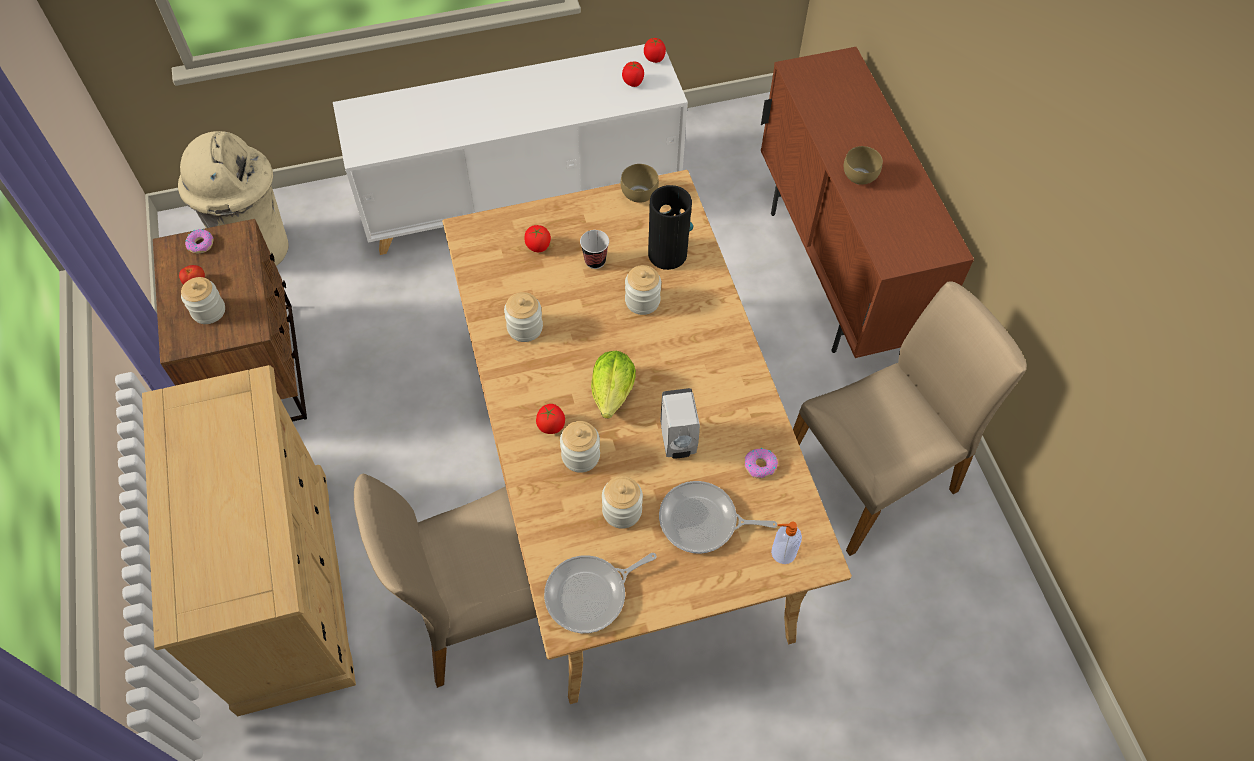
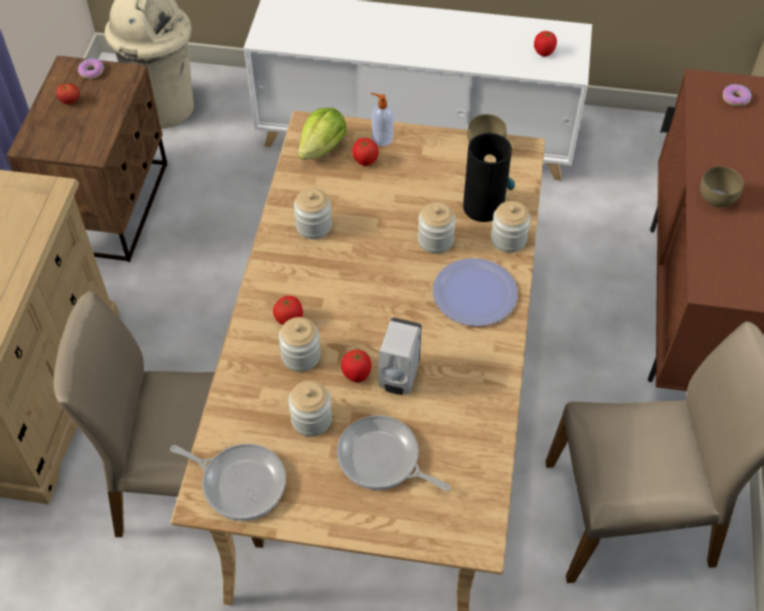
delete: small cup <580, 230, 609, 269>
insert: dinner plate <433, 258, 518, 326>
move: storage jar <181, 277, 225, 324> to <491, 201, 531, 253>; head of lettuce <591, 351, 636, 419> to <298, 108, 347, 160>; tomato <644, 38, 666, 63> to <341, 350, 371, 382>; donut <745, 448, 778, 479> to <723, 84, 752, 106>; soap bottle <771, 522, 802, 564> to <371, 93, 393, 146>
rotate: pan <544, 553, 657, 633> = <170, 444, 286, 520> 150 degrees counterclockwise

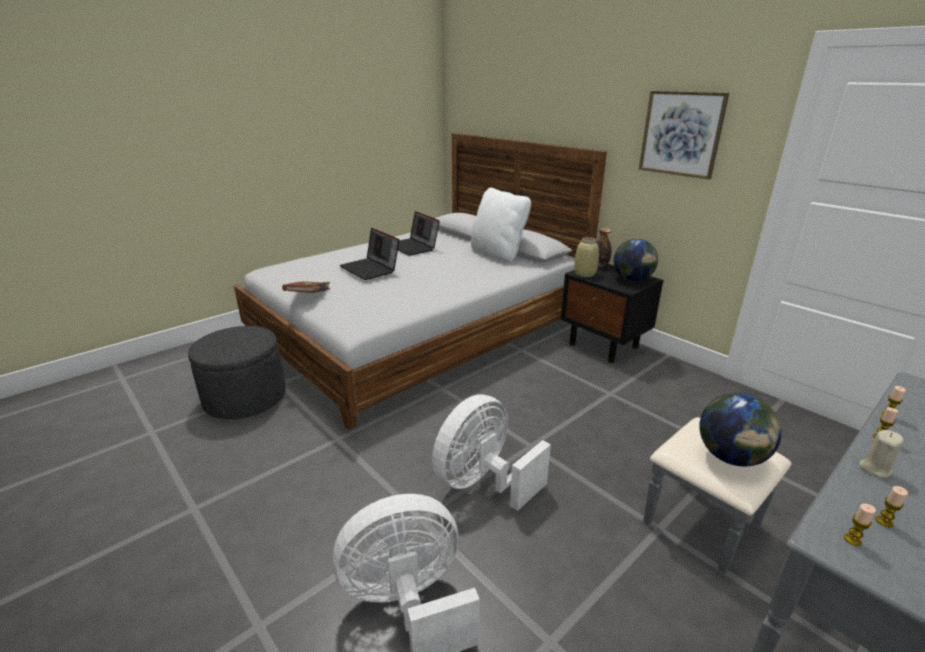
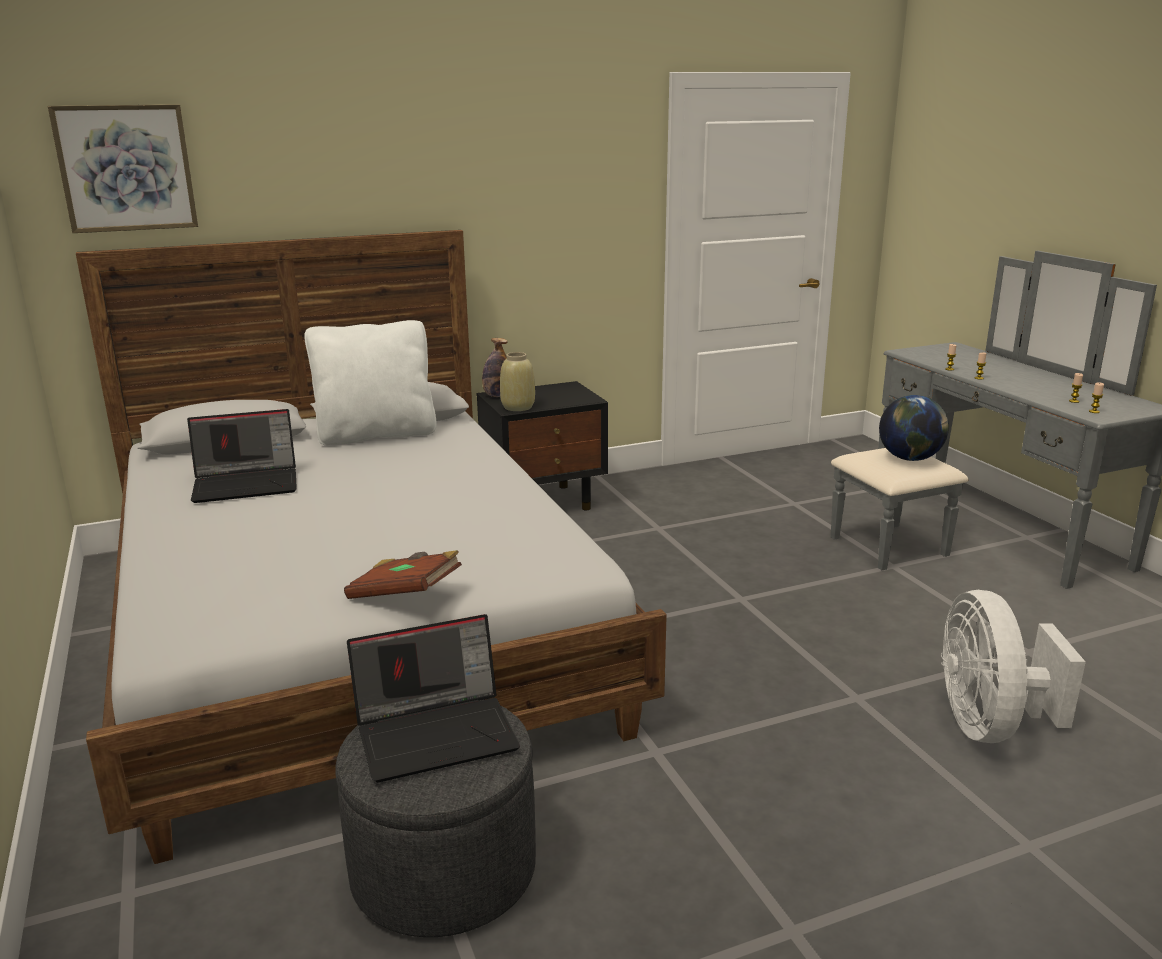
delete: fan in white <432, 394, 551, 511>; desk globe <613, 239, 658, 281>; wax light in beige-coloured <859, 430, 904, 478>
move: portable computer <339, 228, 399, 280> to <347, 614, 520, 783>; wall art <639, 91, 729, 179> to <48, 104, 198, 233>

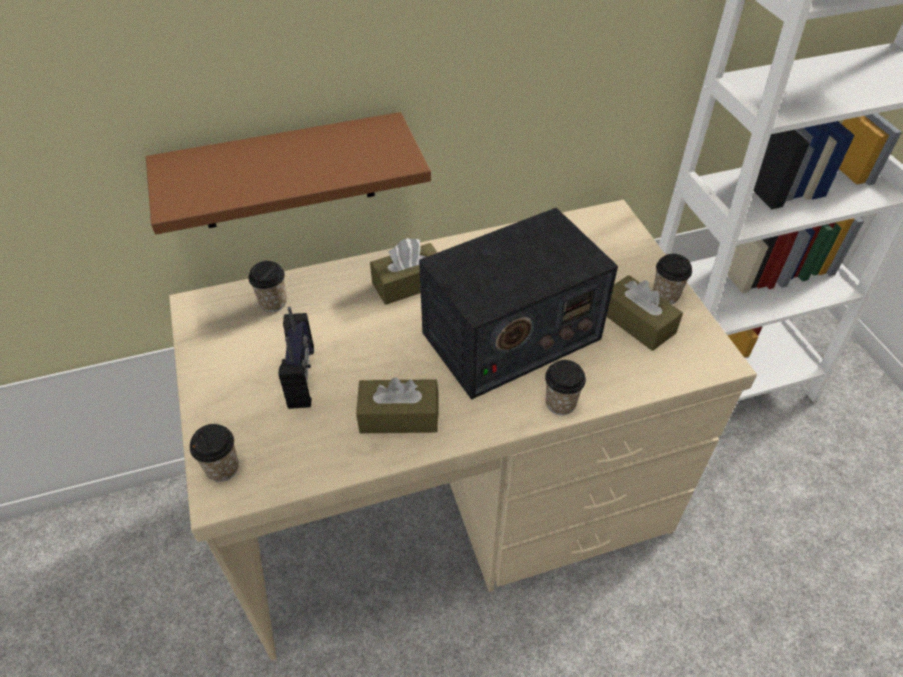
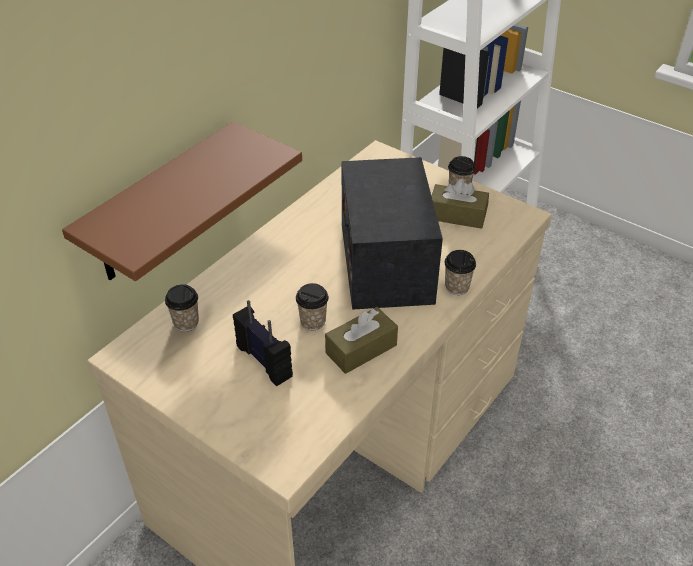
delete: tissue holder in brownish <370, 238, 438, 305>
move: small cup <190, 424, 239, 482> to <296, 283, 329, 330>
rotate: radio <419, 208, 618, 400> = <342, 157, 443, 310> 150 degrees clockwise

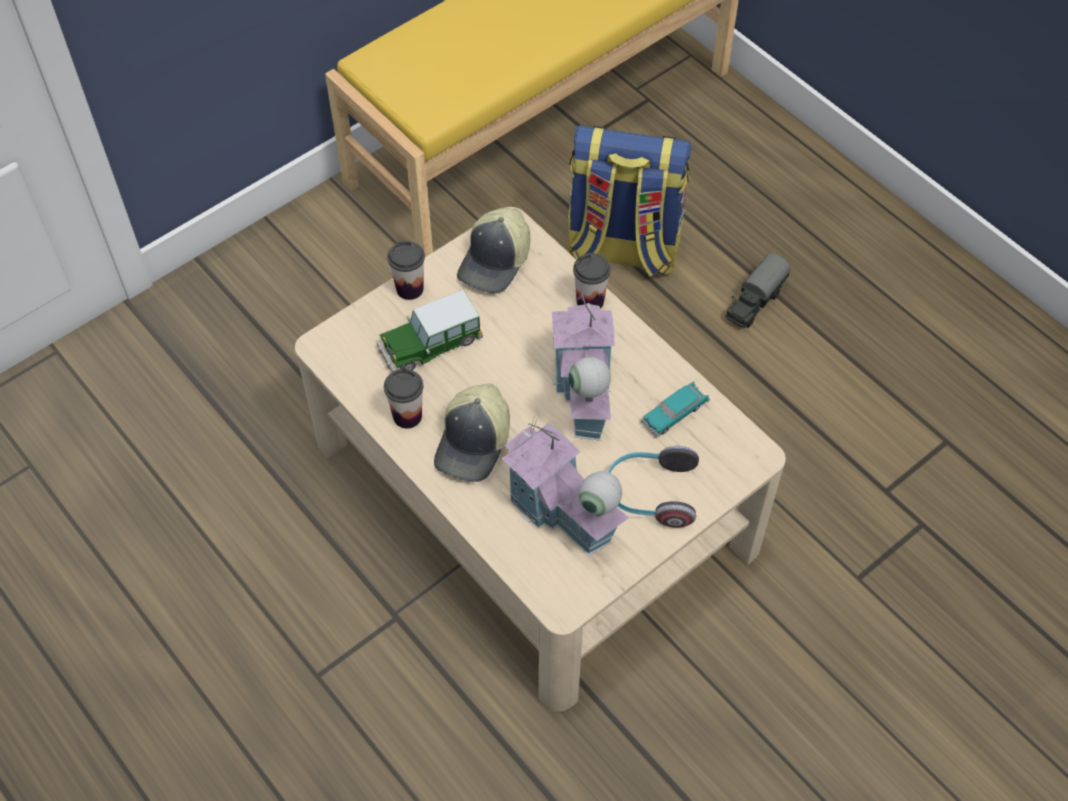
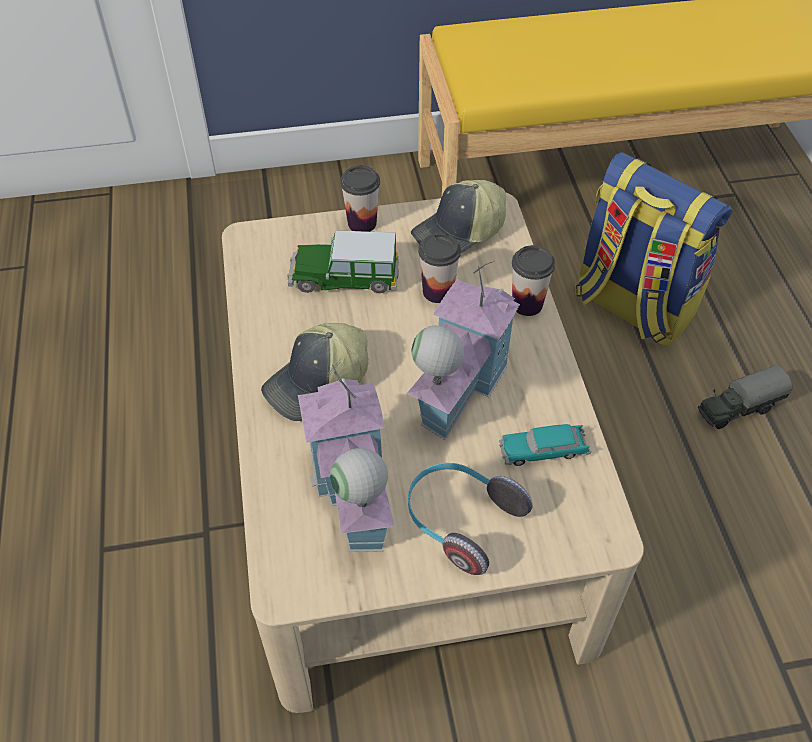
move: small cup <384, 369, 423, 429> to <418, 233, 461, 303>

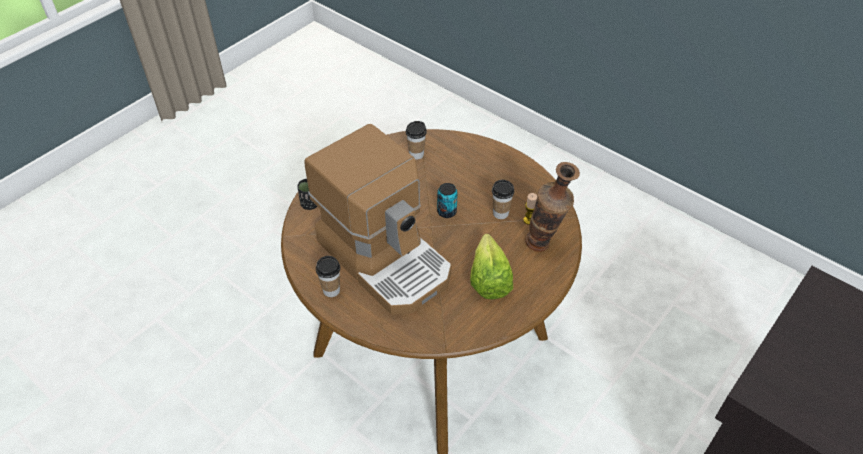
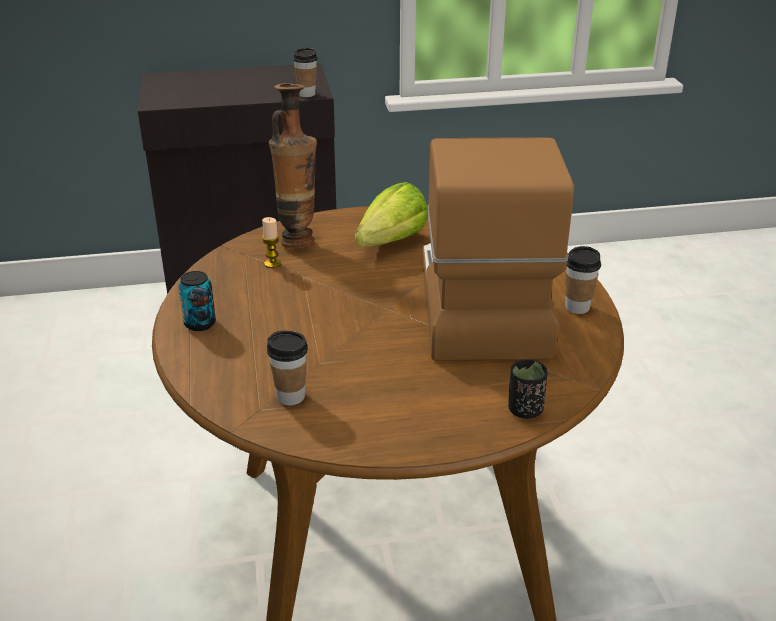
move: can <437, 183, 458, 218> to <178, 271, 216, 331>; small cup <492, 180, 514, 219> to <293, 48, 318, 97>

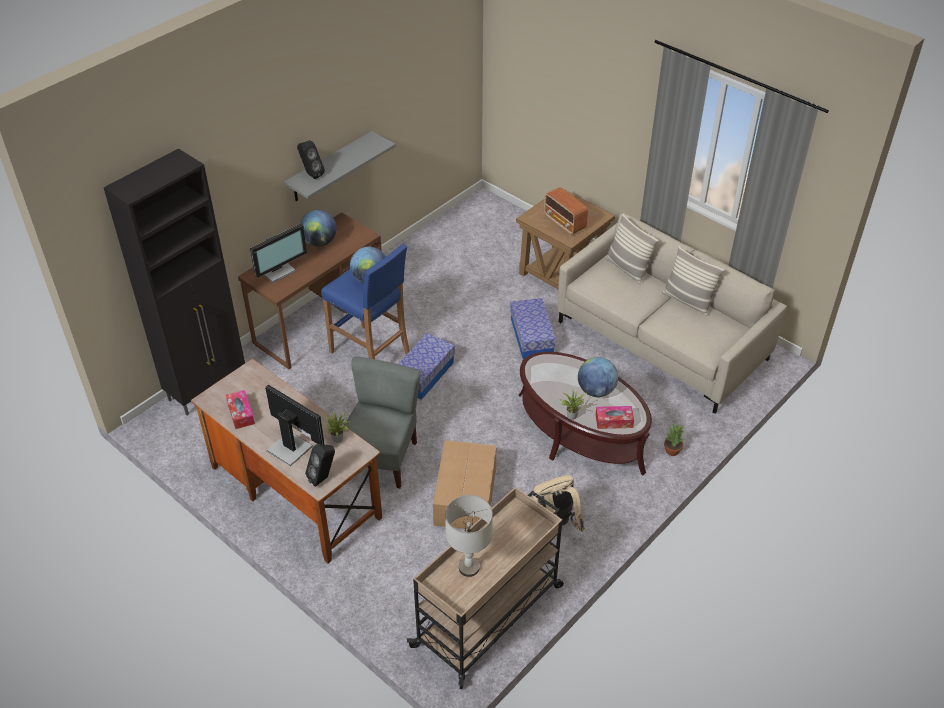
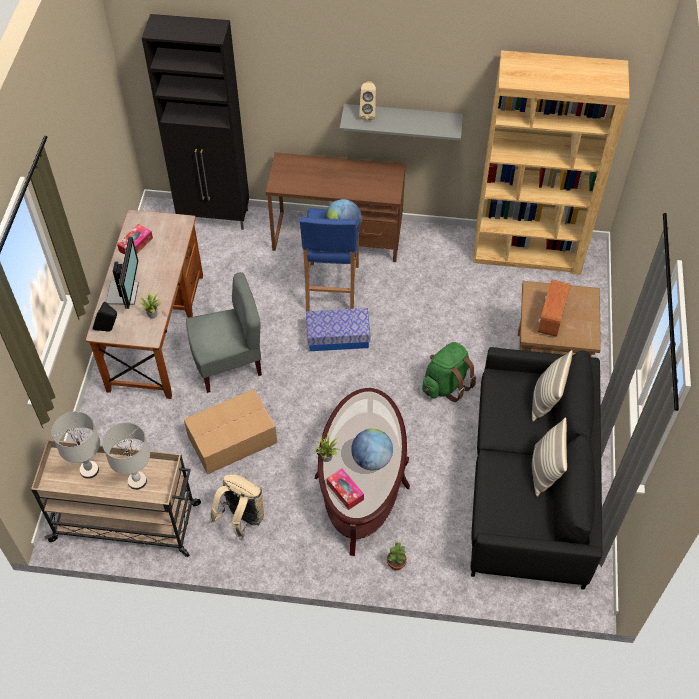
delete: monitor <250, 224, 307, 283>; desk globe <300, 210, 337, 247>
insert: lamp for a table in greyish <102, 422, 150, 490>; bookshelf in brownish <473, 50, 630, 275>
replace: storage container <510, 298, 556, 359> to backpack in green <422, 342, 476, 402>
recolor: audio speaker in blackish <297, 140, 325, 179> to audio speaker in beige-coloured <359, 81, 376, 120>; sofa in beige-coloured <557, 213, 787, 413> to sofa in blackish <470, 347, 603, 590>

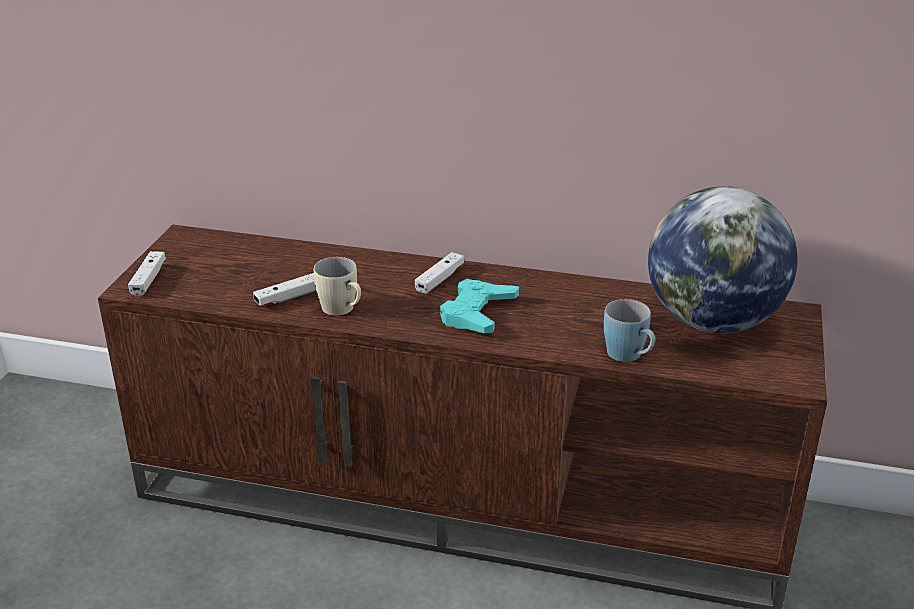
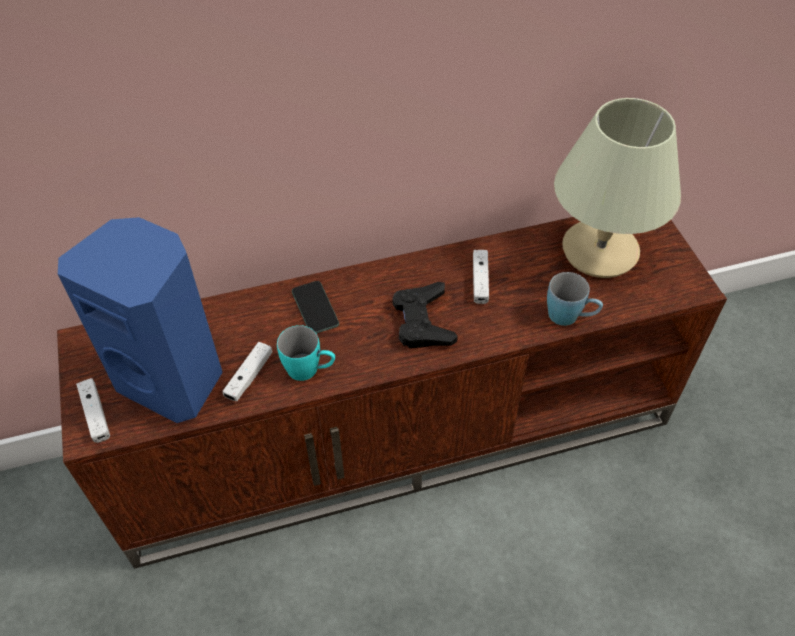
insert: audio speaker in blue <58, 217, 223, 423>; phone <292, 281, 339, 334>
move: gamepad in white <415, 252, 464, 294> to <473, 250, 489, 304>
replace: desk globe <648, 186, 798, 333> to lamp for a table in beige-coloured <554, 98, 681, 278>
recolor: tea mug in beige-coloured <314, 257, 361, 316> to tea mug in blue-green <277, 325, 335, 381>; gamepad in blue-green <440, 279, 519, 333> to gamepad in blackish <392, 282, 458, 349>

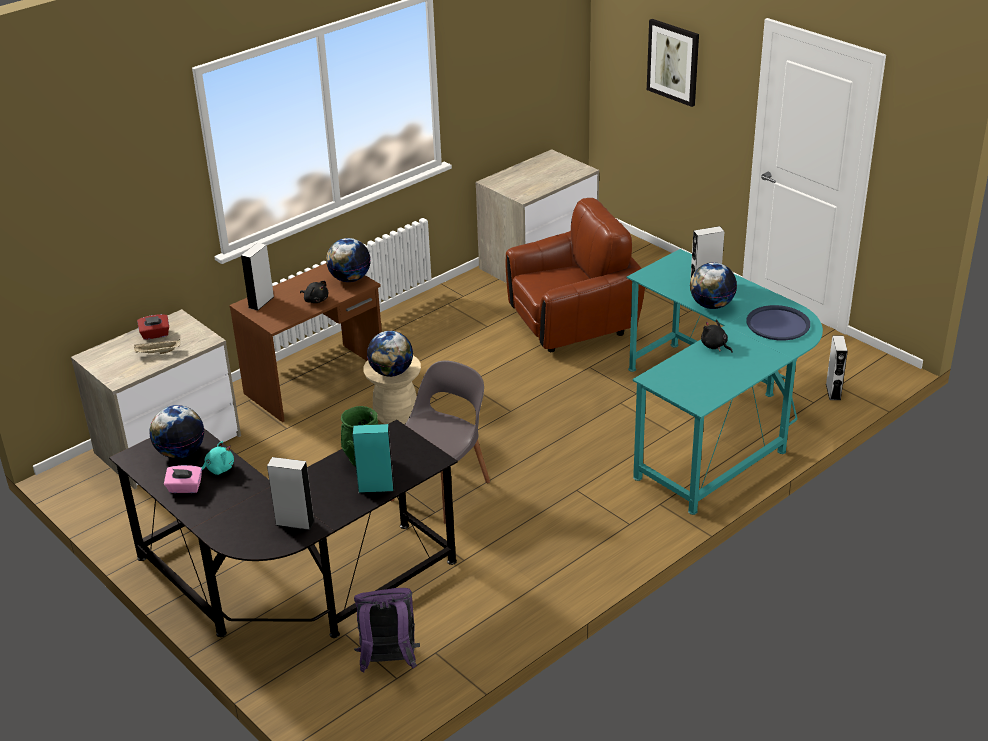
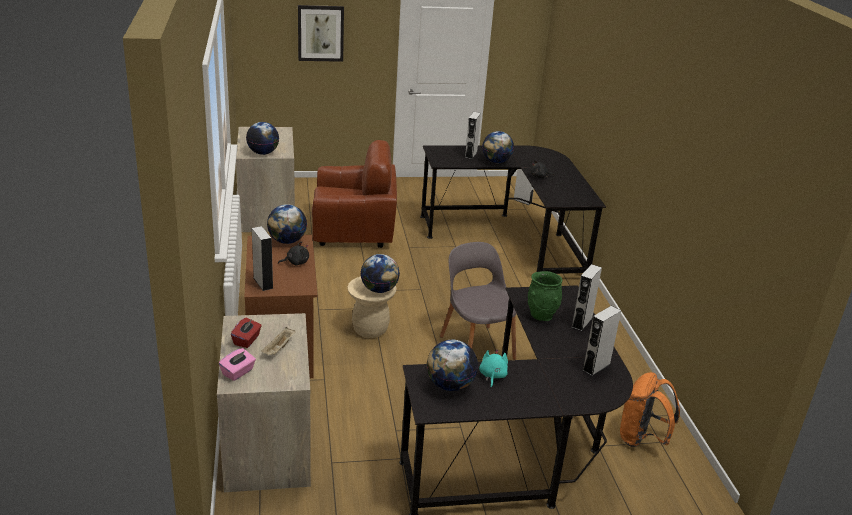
delete: serving tray in blue <746, 305, 810, 340>
insert: desk globe <246, 122, 279, 155>
move: tissue holder in pink <164, 465, 202, 493> to <219, 348, 256, 381>
recolor: audio speaker in blue-green <353, 424, 394, 493> to audio speaker in greyish <572, 264, 602, 331>; backpack in purple <354, 588, 420, 672> to backpack in orange-coloured <620, 372, 680, 447>; desk in blue-green <627, 249, 823, 515> to desk in blackish <420, 145, 606, 274>
rotate: lounge chair in brownish <505, 198, 645, 352> = <312, 140, 397, 248> 75 degrees clockwise

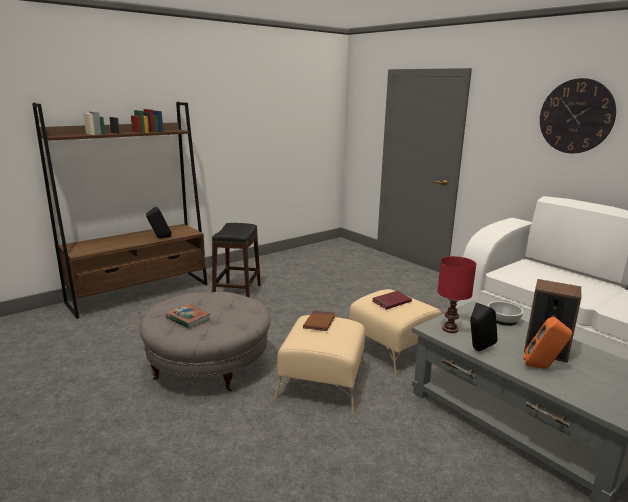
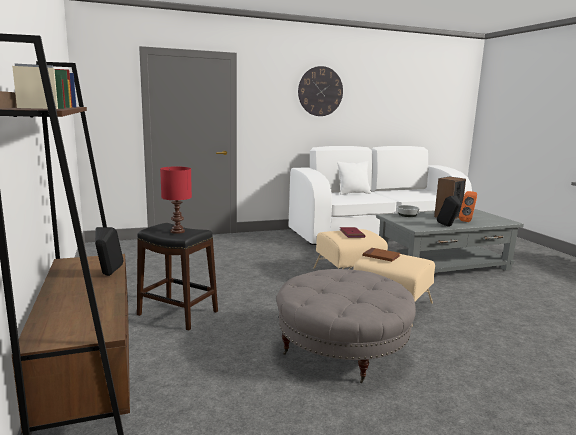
delete: bound book <165, 304, 210, 329>
insert: pillow in white <337, 161, 371, 195>
move: lamp for a table in red-coloured <437, 256, 476, 333> to <160, 166, 192, 234>

